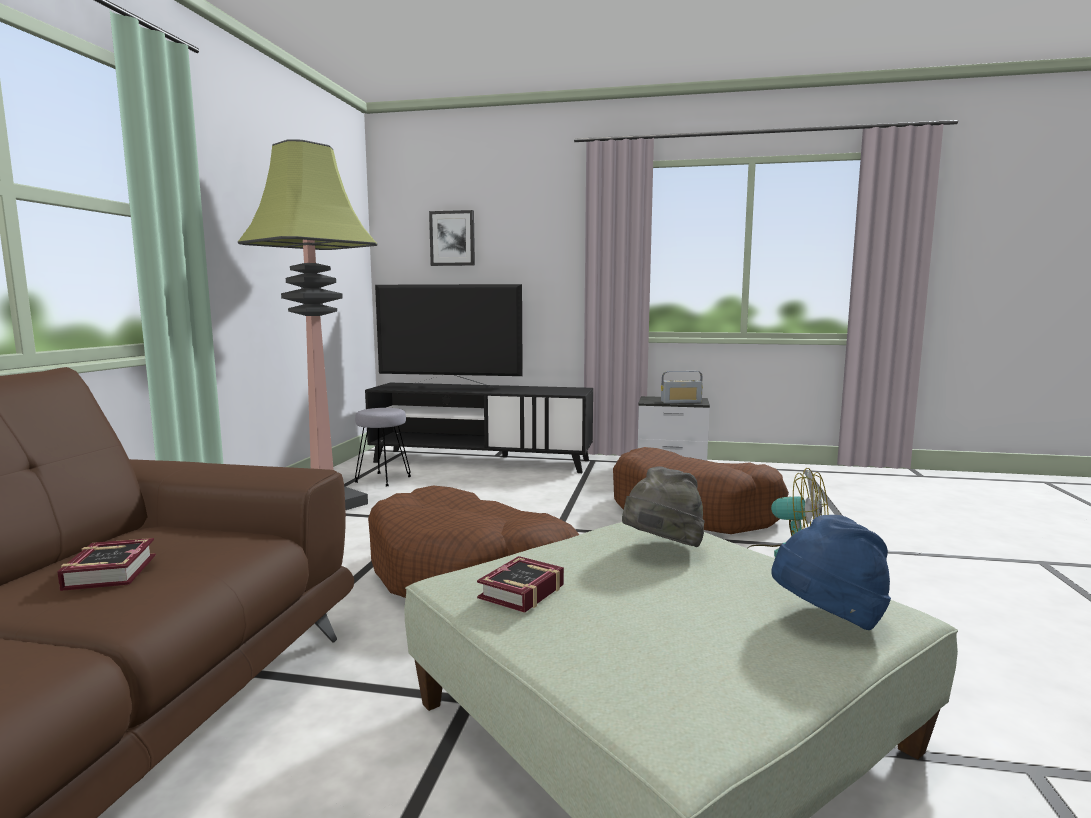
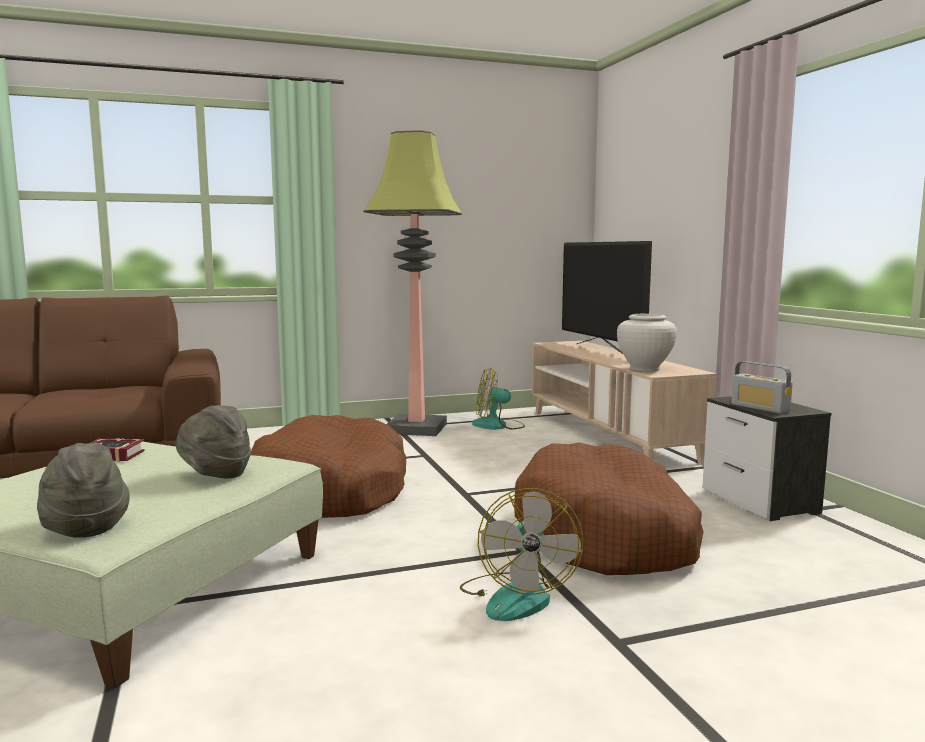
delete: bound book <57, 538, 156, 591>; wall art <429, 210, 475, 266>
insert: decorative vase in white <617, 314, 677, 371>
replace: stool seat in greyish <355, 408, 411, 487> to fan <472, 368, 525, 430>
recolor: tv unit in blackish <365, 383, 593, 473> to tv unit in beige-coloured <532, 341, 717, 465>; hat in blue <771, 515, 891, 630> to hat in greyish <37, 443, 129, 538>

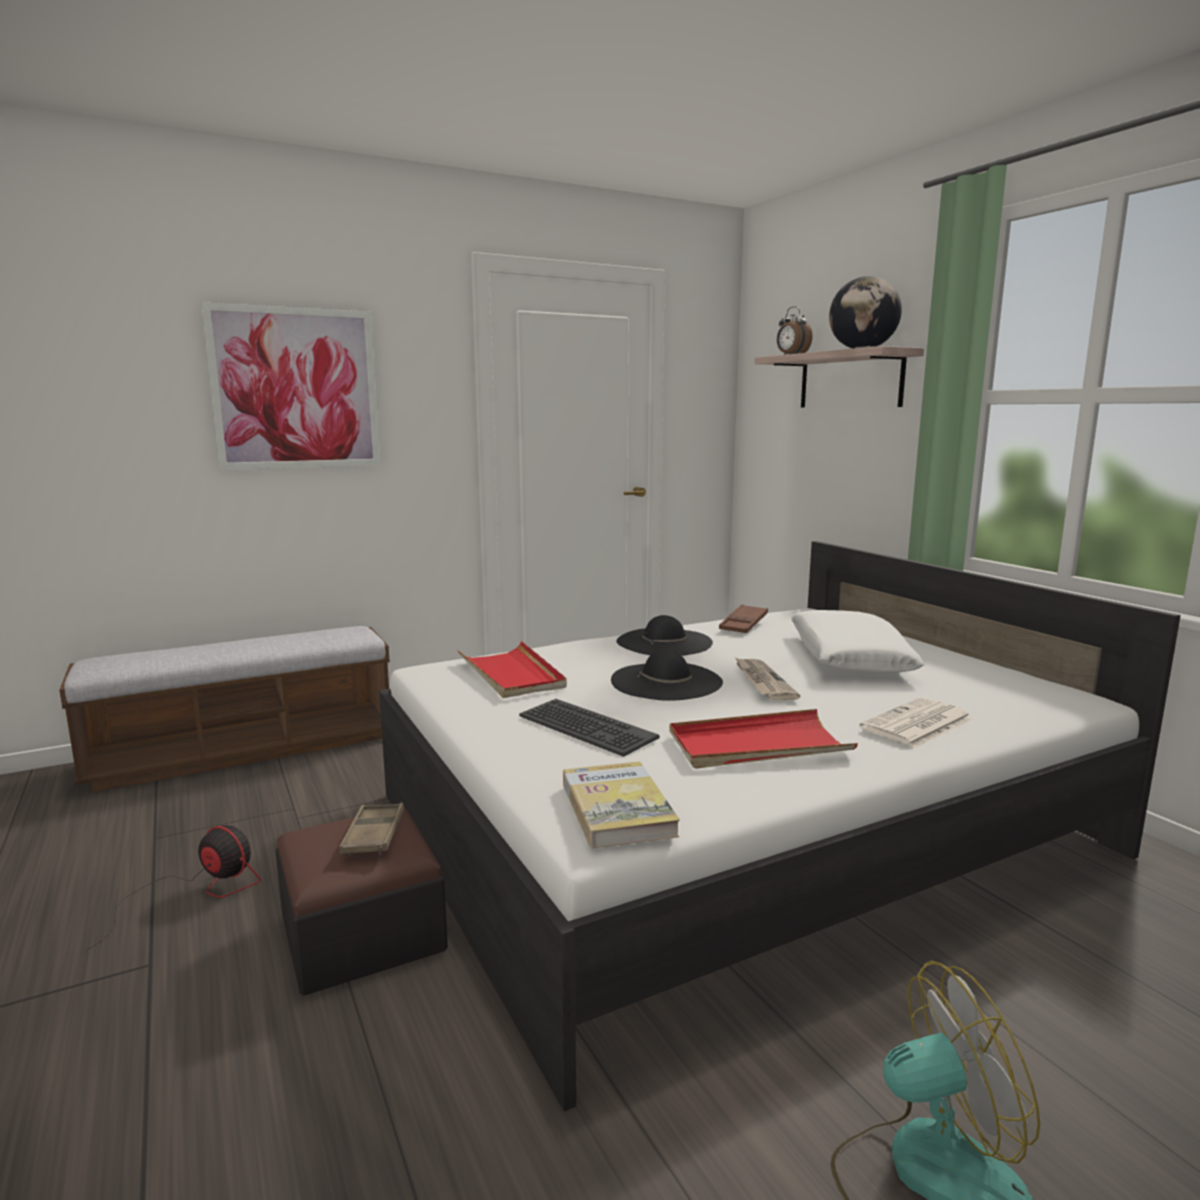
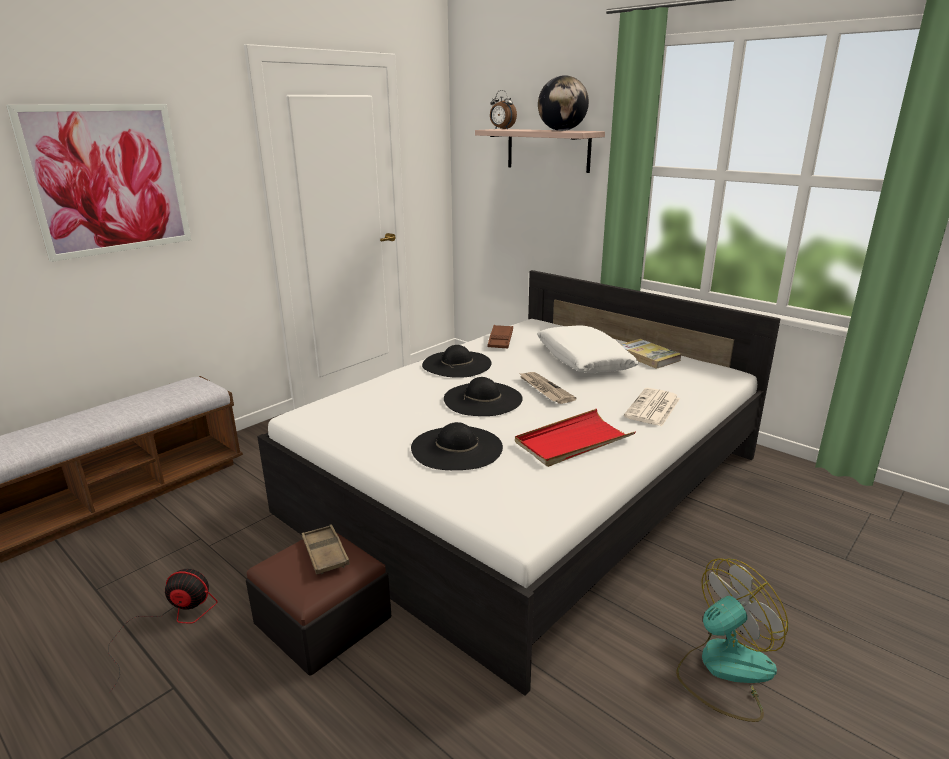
delete: serving tray in red-coloured <457, 641, 567, 698>
move: bound book <563, 761, 680, 849> to <620, 339, 681, 369>
replace: keyboard <519, 699, 660, 757> to hat in blackish <411, 422, 503, 470>

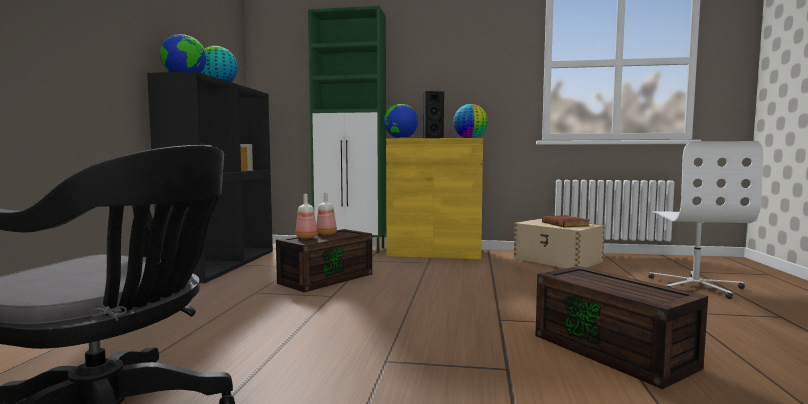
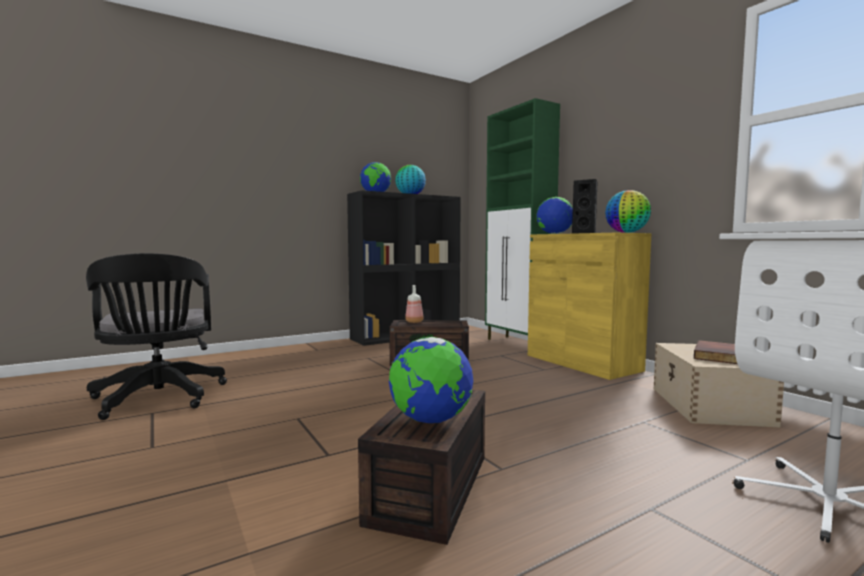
delete: bottle <316, 192, 337, 235>
insert: desk globe <389, 337, 473, 423>

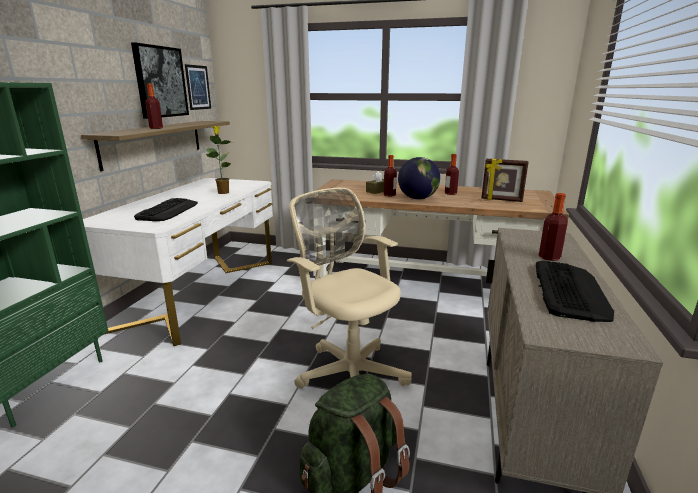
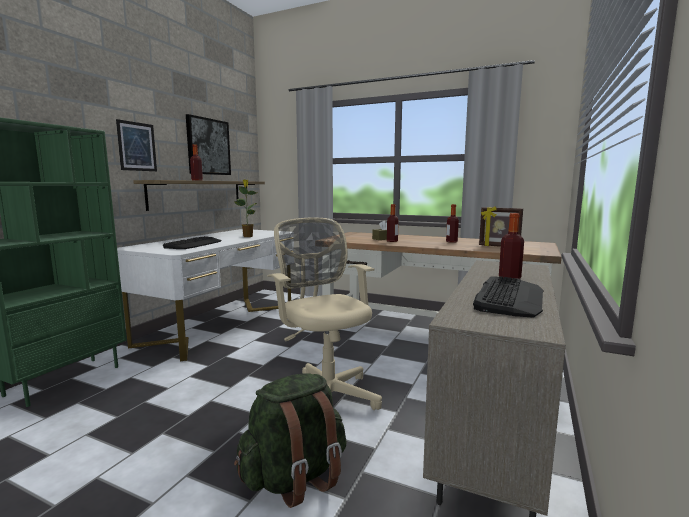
delete: desk globe <398, 157, 440, 199>
move: wall art <185, 64, 211, 110> to <116, 119, 157, 171>

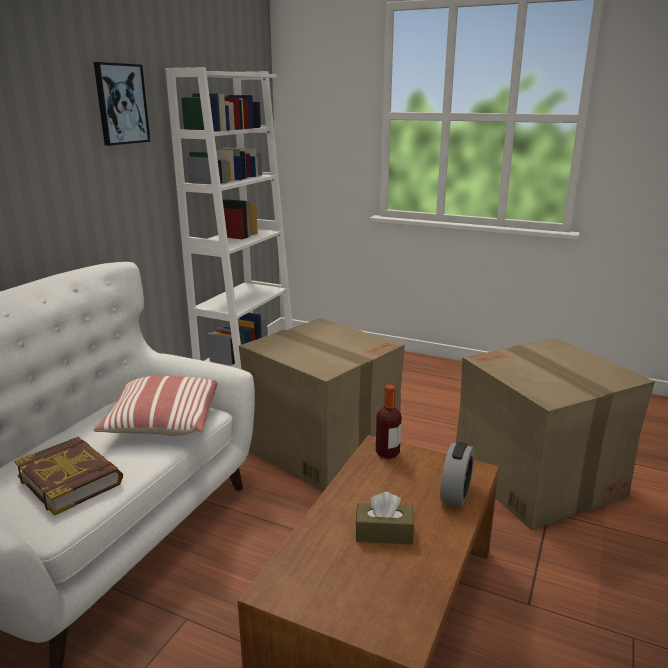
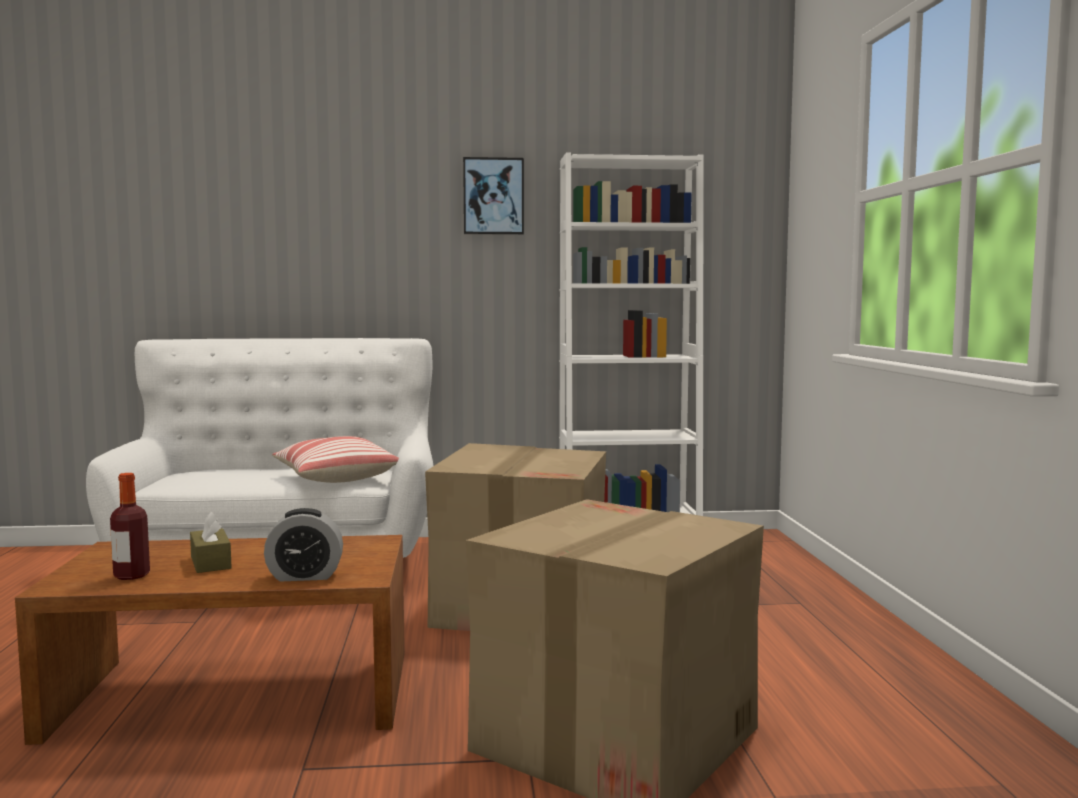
delete: bound book <14, 437, 123, 516>
move: bottle <376, 385, 402, 459> to <110, 473, 150, 580>

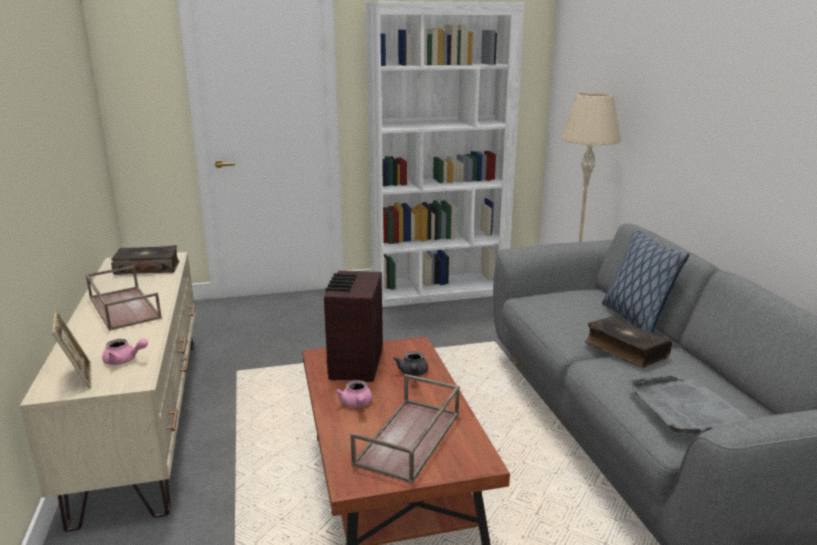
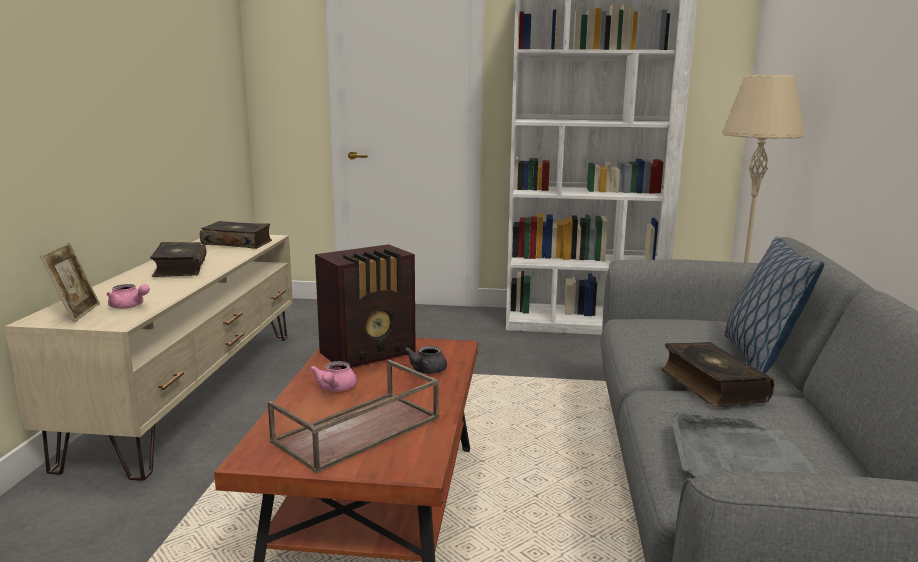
replace: serving tray in brownish <85, 266, 162, 331> to bound book <150, 242, 207, 277>
rotate: radio <324, 270, 383, 382> = <315, 244, 416, 368> 150 degrees counterclockwise

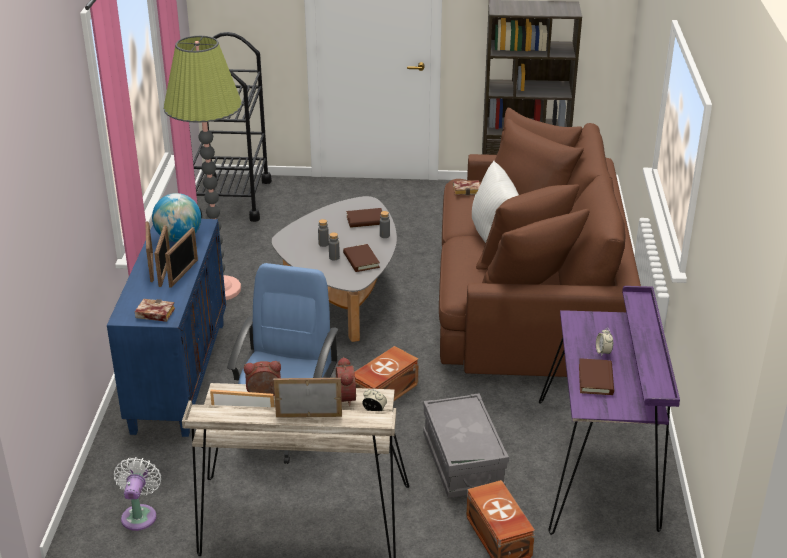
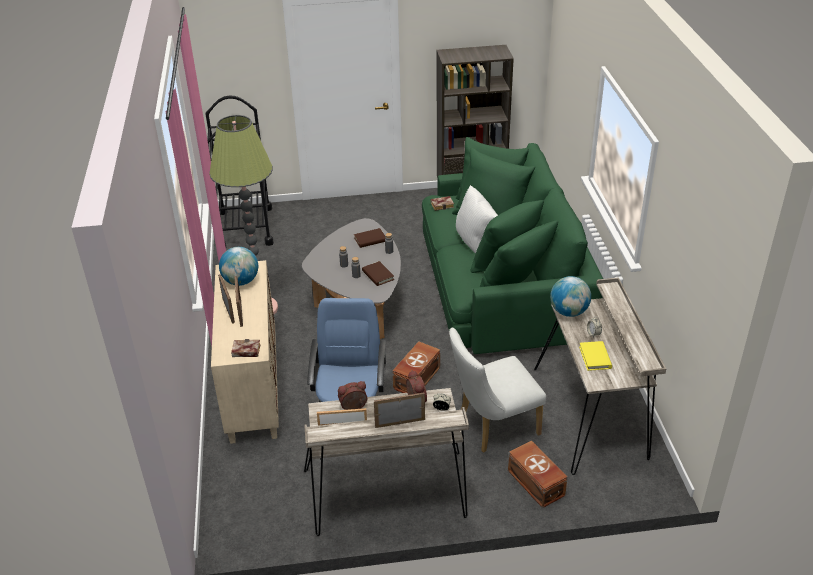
delete: fan in white <114, 457, 161, 531>; photo frame <165, 227, 198, 288>
insert: desk globe <550, 276, 591, 317>
replace: storage container in greyish <423, 393, 509, 498> to chair in white <449, 327, 546, 452>
recolor: storage cabinet in blue <107, 219, 226, 437> to storage cabinet in beige-coloured <211, 260, 279, 444>; sofa in brownish <439, 108, 641, 377> to sofa in green <422, 137, 603, 354>; desk in purple <539, 286, 680, 535> to desk in beige-coloured <534, 277, 666, 475>; bound book in brownish <579, 358, 614, 395> to bound book in yellow-coloured <579, 341, 612, 371>

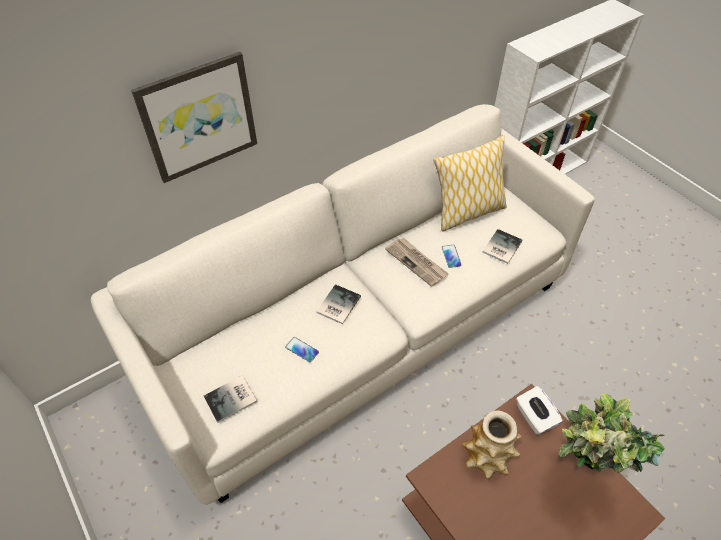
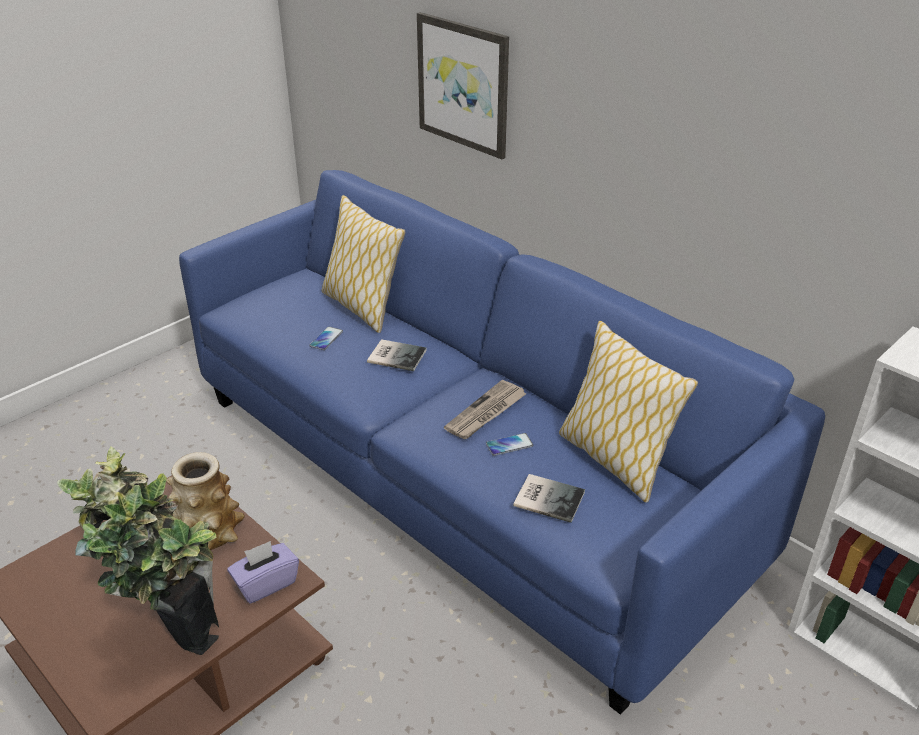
delete: bound book <204, 375, 257, 423>
insert: pillow <322, 195, 405, 333>
recolor: sofa in white <91, 104, 595, 505> to sofa in blue <179, 170, 825, 715>; tissue holder in white <516, 386, 563, 435> to tissue holder in purple <227, 541, 299, 604>

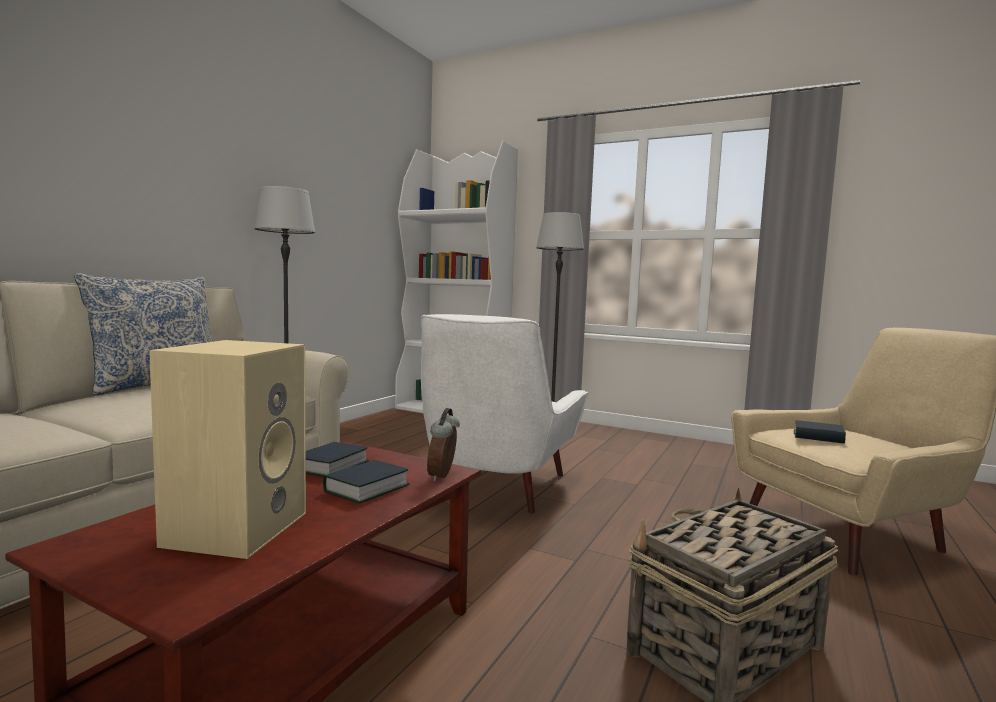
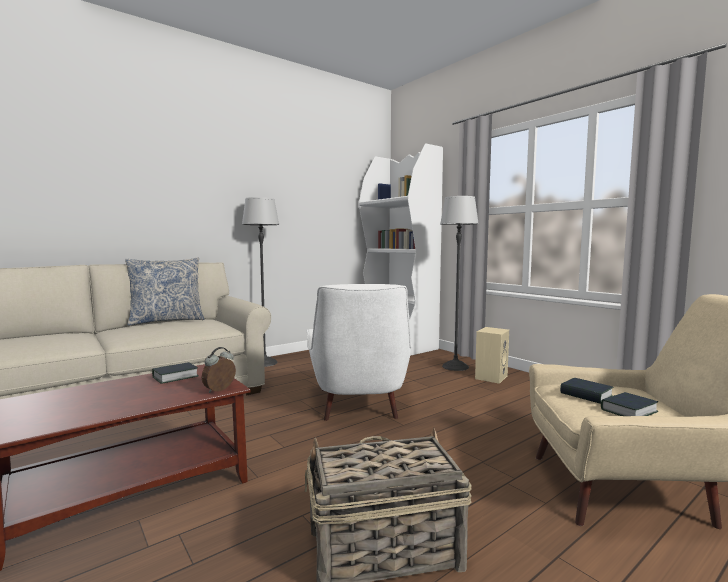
move: audio speaker in beige-coloured <149, 340, 306, 559> to <475, 327, 509, 384>; bound book <323, 460, 410, 503> to <601, 392, 659, 416>
rotate: lounge chair in white <421, 314, 589, 513> = <306, 284, 413, 421> 45 degrees counterclockwise

